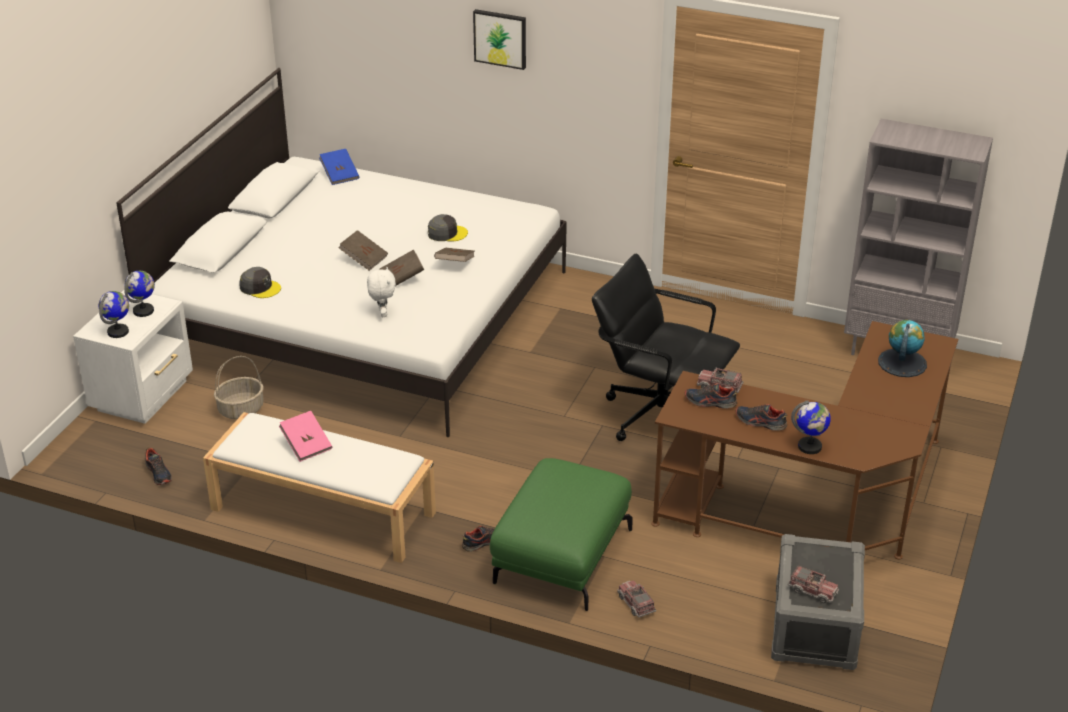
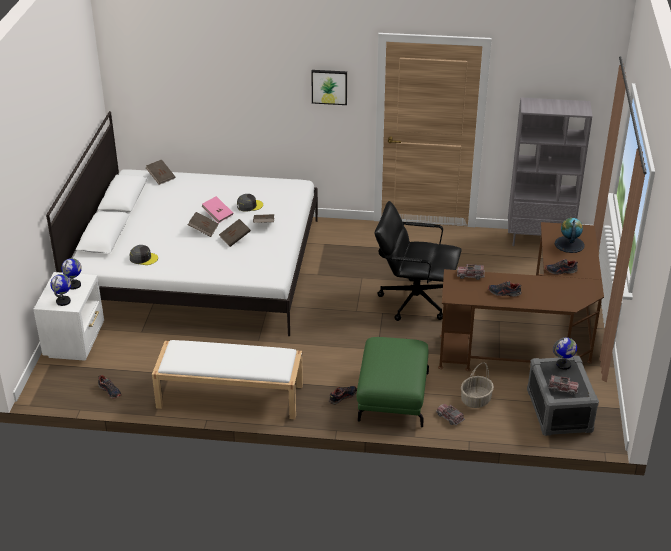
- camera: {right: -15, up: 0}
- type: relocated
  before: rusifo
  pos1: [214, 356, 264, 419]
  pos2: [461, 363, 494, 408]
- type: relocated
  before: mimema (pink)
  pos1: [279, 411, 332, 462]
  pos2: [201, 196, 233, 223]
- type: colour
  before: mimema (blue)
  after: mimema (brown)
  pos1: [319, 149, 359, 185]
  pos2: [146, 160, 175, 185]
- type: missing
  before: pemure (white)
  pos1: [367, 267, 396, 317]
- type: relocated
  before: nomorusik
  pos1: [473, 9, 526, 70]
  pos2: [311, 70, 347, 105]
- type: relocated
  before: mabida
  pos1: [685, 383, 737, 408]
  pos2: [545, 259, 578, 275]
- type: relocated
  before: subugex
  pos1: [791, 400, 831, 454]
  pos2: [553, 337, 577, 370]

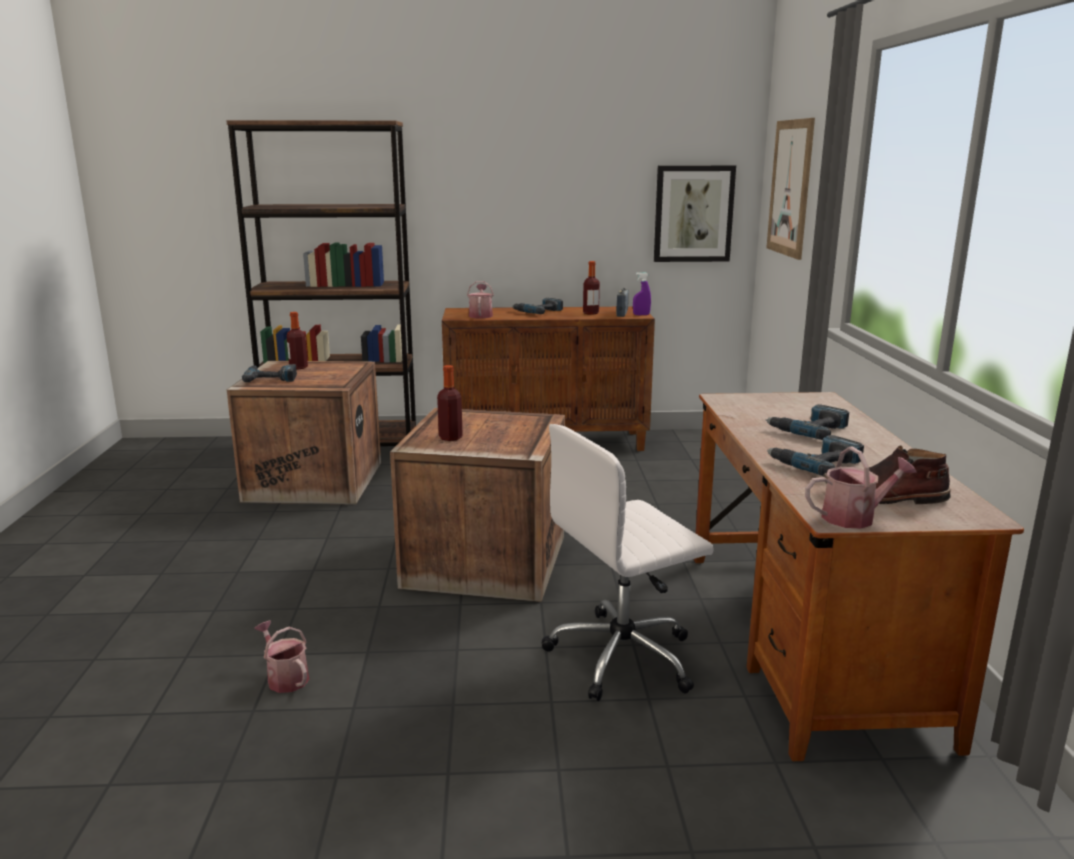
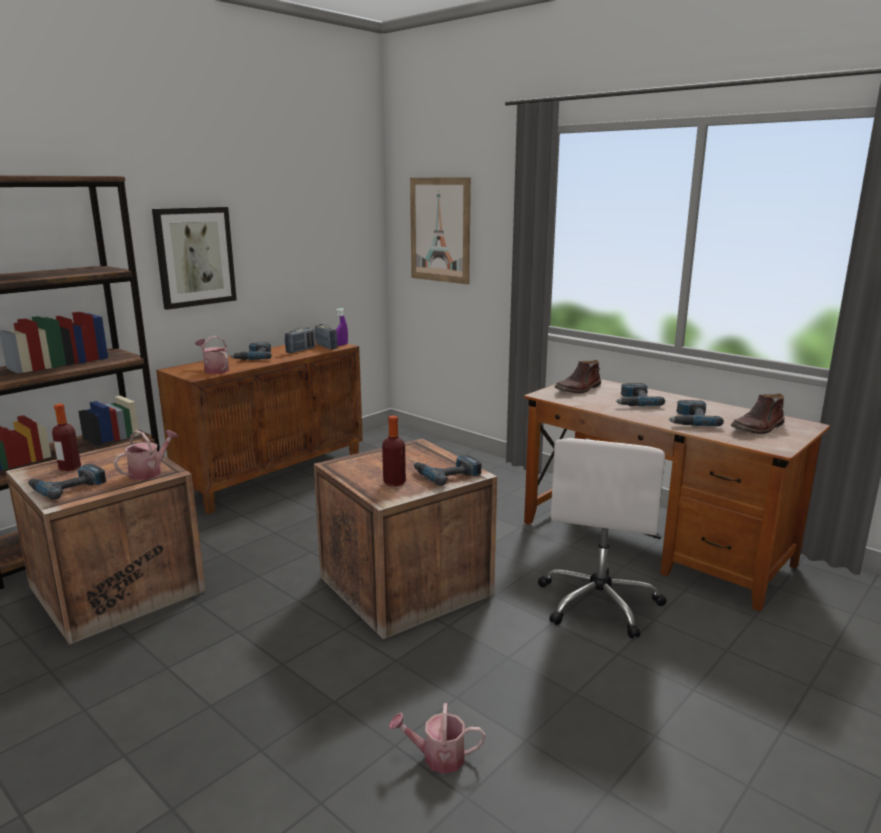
- camera: {right: -45, up: 0}
- type: exchanged
  before: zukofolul
  after: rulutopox
  pos1: [583, 261, 600, 315]
  pos2: [285, 327, 315, 353]
- type: relocated
  before: nomorusik
  pos1: [654, 165, 736, 262]
  pos2: [152, 207, 237, 310]
- type: relocated
  before: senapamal
  pos1: [805, 446, 917, 529]
  pos2: [114, 430, 178, 480]
- type: appeared
  after: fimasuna
  pos2: [414, 454, 481, 486]
- type: appeared
  after: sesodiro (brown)
  pos2: [555, 360, 601, 393]

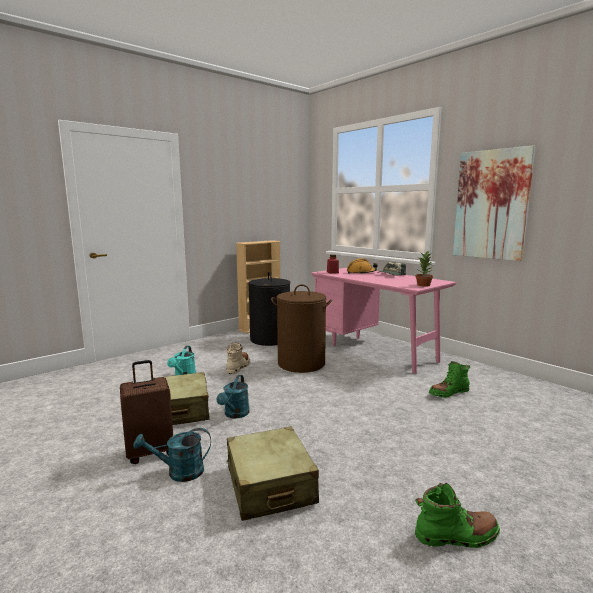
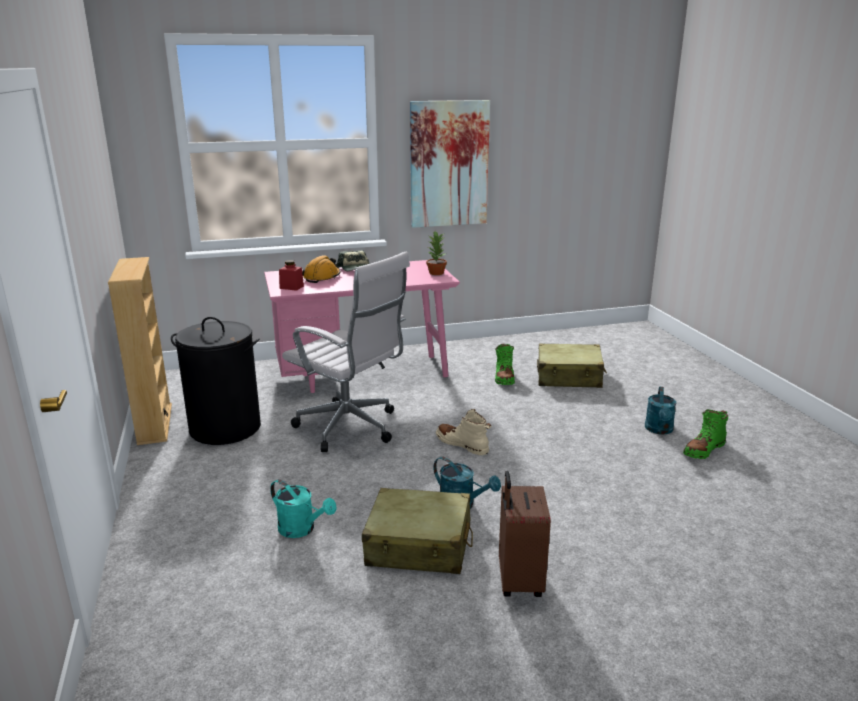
- camera: {right: -65, up: 10}
- type: relocated
  before: senapamal (turquoise)
  pos1: [133, 428, 211, 482]
  pos2: [645, 387, 676, 435]
- type: relocated
  before: sesodiro (beige)
  pos1: [226, 342, 250, 374]
  pos2: [436, 409, 491, 455]
- type: relocated
  before: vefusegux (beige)
  pos1: [227, 426, 319, 521]
  pos2: [537, 344, 607, 388]
- type: exchanged
  before: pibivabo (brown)
  after: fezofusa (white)
  pos1: [271, 284, 332, 373]
  pos2: [282, 251, 410, 452]
- type: spun
  before: sesodiro (green)
  pos1: [415, 483, 500, 548]
  pos2: [683, 409, 728, 459]
  turn: -150

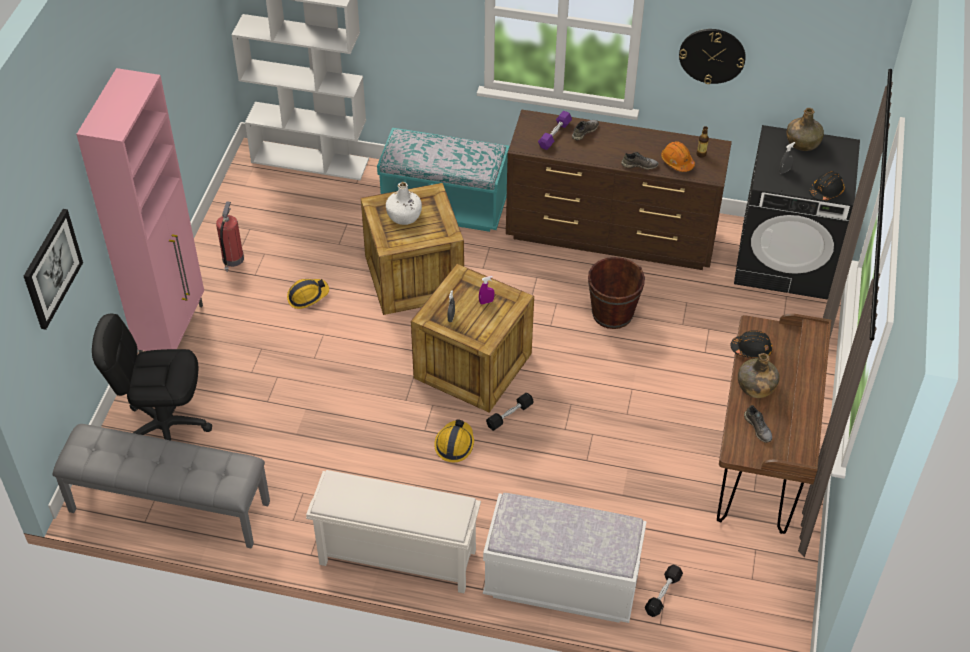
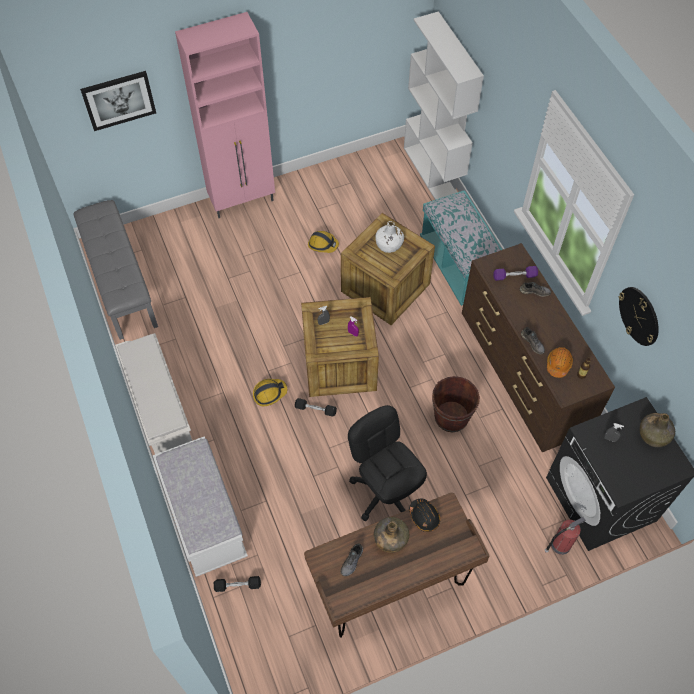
- camera: {right: 55, up: 10}
- type: relocated
  before: fezofusa (black)
  pos1: [92, 313, 212, 440]
  pos2: [348, 405, 427, 521]
- type: relocated
  before: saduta
  pos1: [216, 201, 244, 272]
  pos2: [545, 517, 586, 555]
- type: missing
  before: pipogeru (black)
  pos1: [809, 171, 845, 201]

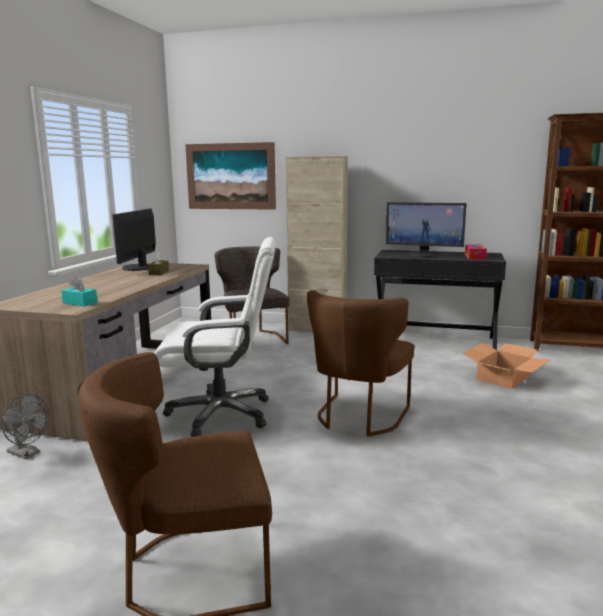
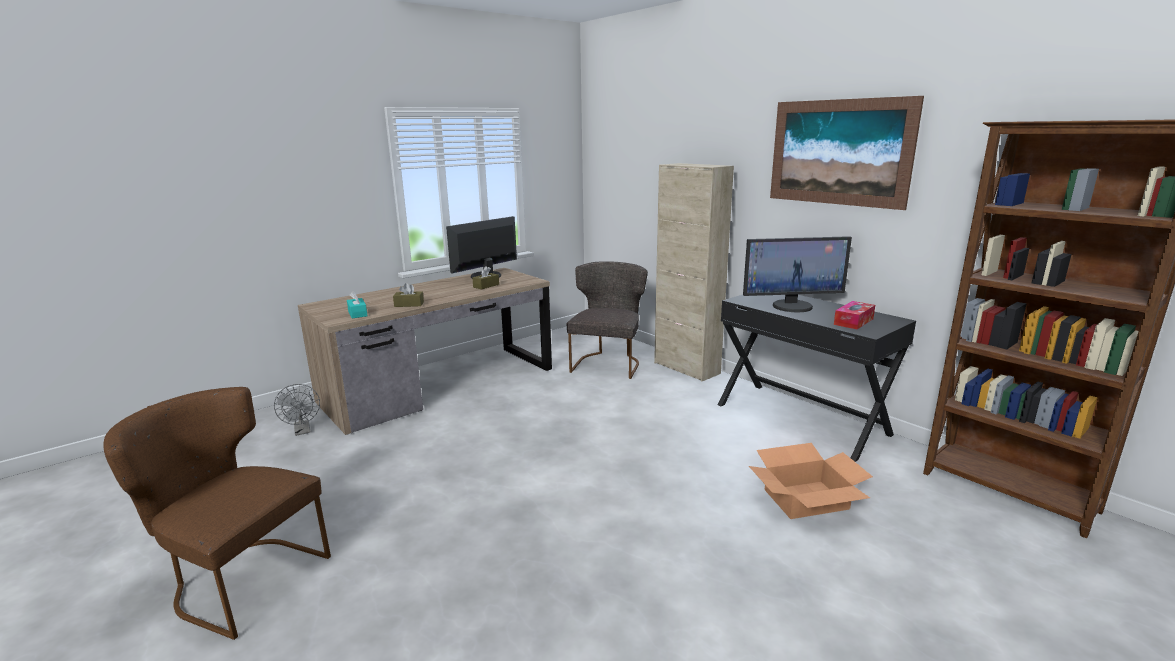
- camera: {right: 35, up: 5}
- type: missing
  before: fezofusa (white)
  pos1: [154, 237, 276, 437]
- type: relocated
  before: nomorusik
  pos1: [185, 142, 276, 210]
  pos2: [770, 96, 924, 210]
- type: missing
  before: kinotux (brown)
  pos1: [307, 290, 415, 437]
- type: spun
  before: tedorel
  pos1: [386, 202, 466, 258]
  pos2: [743, 236, 852, 312]
  turn: -60
- type: appeared
  after: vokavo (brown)
  pos2: [393, 283, 424, 307]

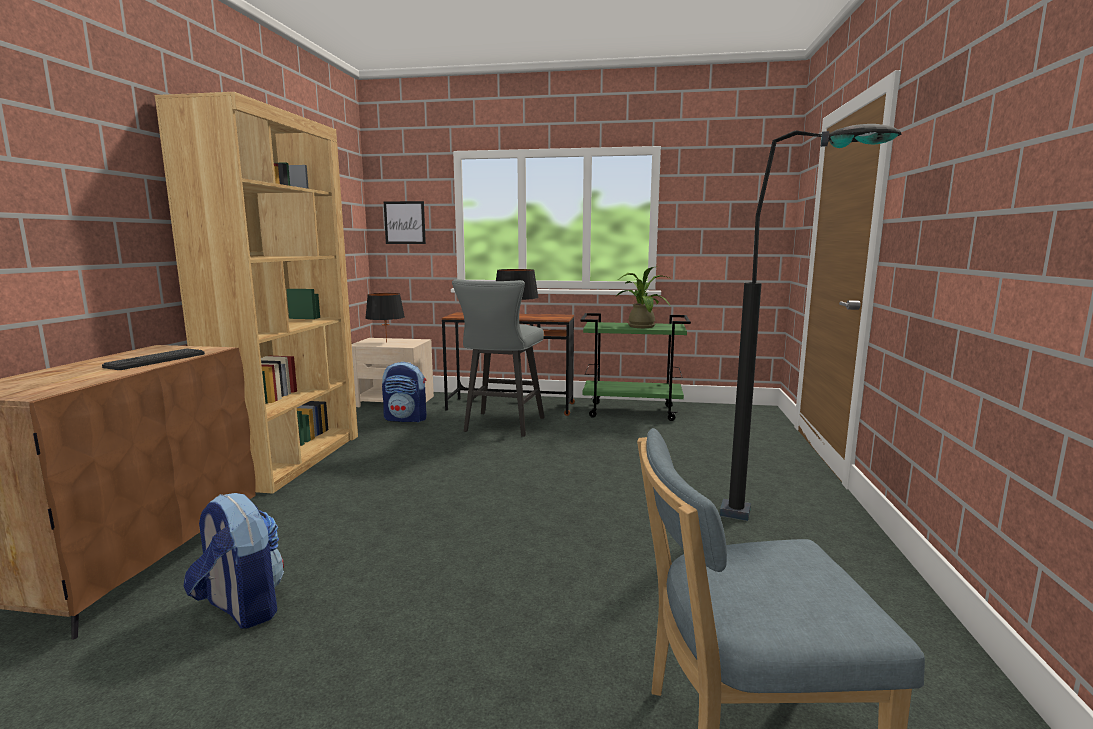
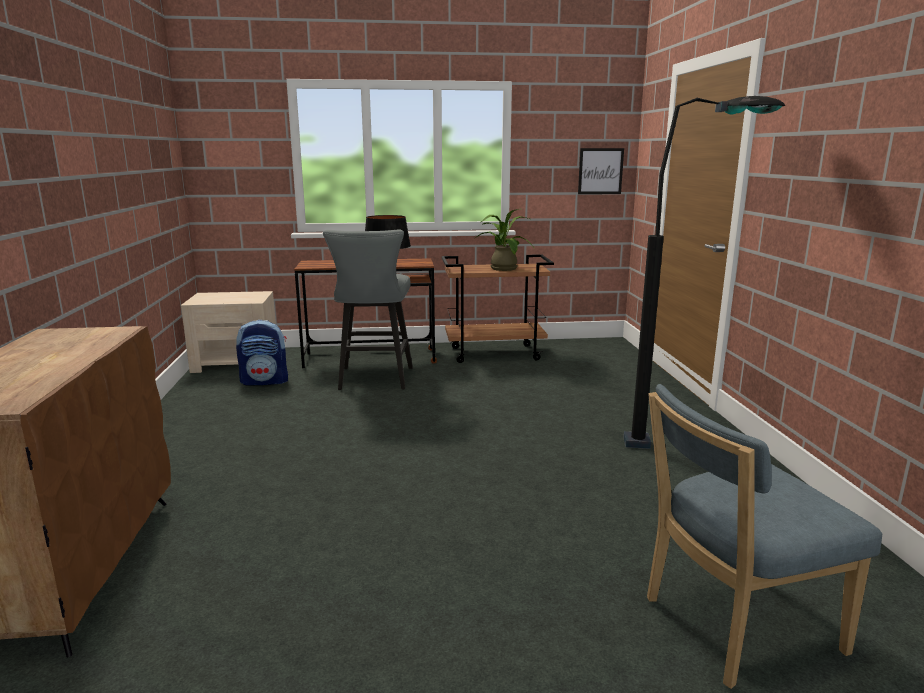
- camera: {right: -15, up: 5}
- type: missing
  before: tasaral
  pos1: [102, 348, 205, 370]
- type: missing
  before: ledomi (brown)
  pos1: [155, 92, 358, 494]
- type: missing
  before: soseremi
  pos1: [184, 493, 284, 629]
- type: missing
  before: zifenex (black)
  pos1: [365, 293, 405, 342]
- type: relocated
  before: nomorusik
  pos1: [384, 201, 426, 244]
  pos2: [578, 148, 624, 194]
- type: colour
  before: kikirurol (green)
  after: kikirurol (brown)
  pos1: [580, 313, 691, 421]
  pos2: [442, 254, 554, 363]

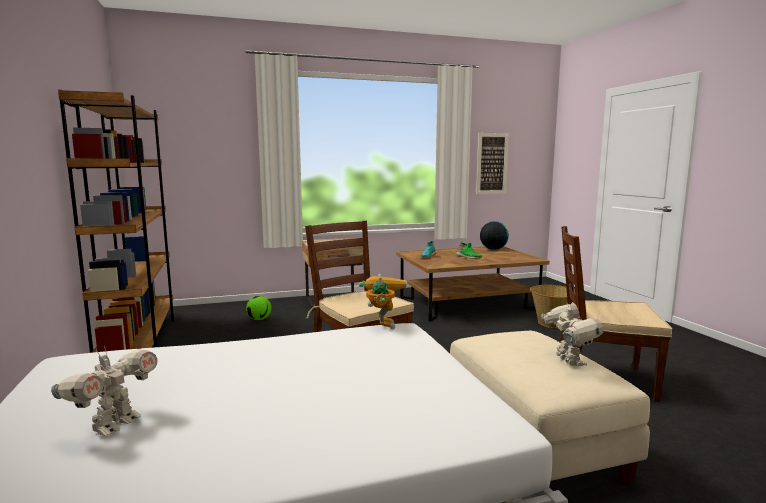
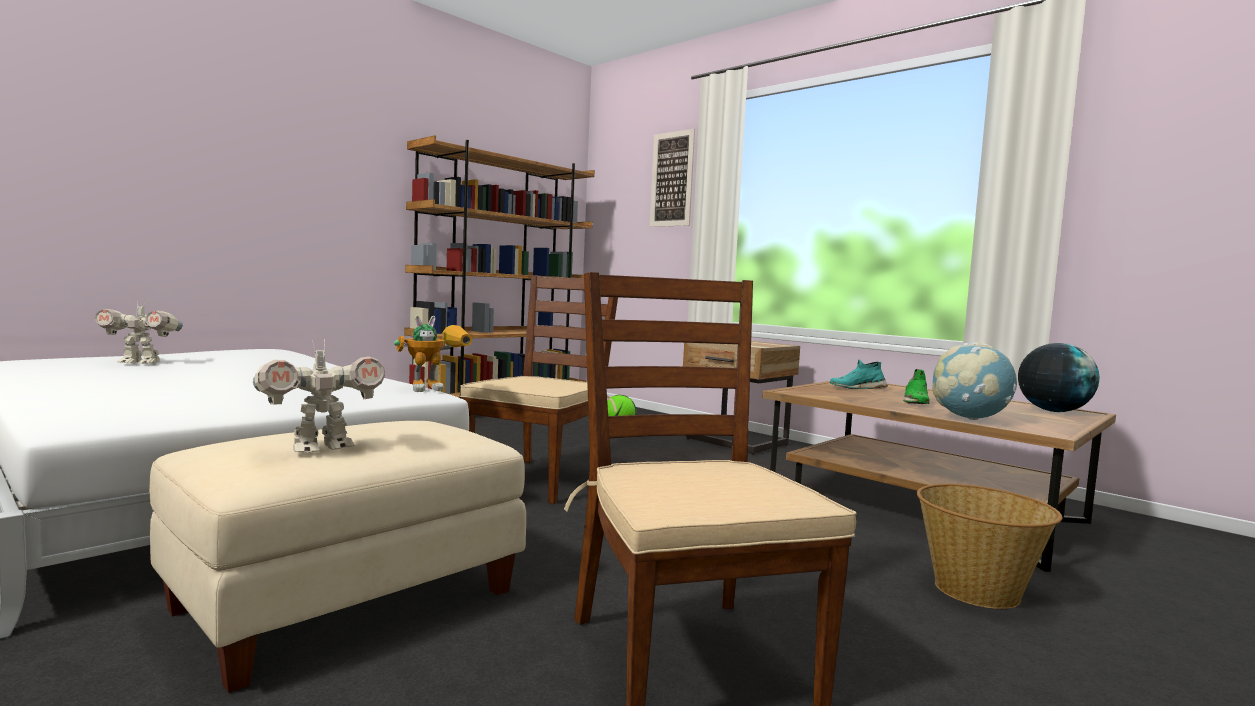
- camera: {right: 60, up: -5}
- type: relocated
  before: nomorusik
  pos1: [476, 133, 509, 194]
  pos2: [650, 129, 695, 227]
- type: appeared
  after: subugex
  pos2: [932, 342, 1017, 420]

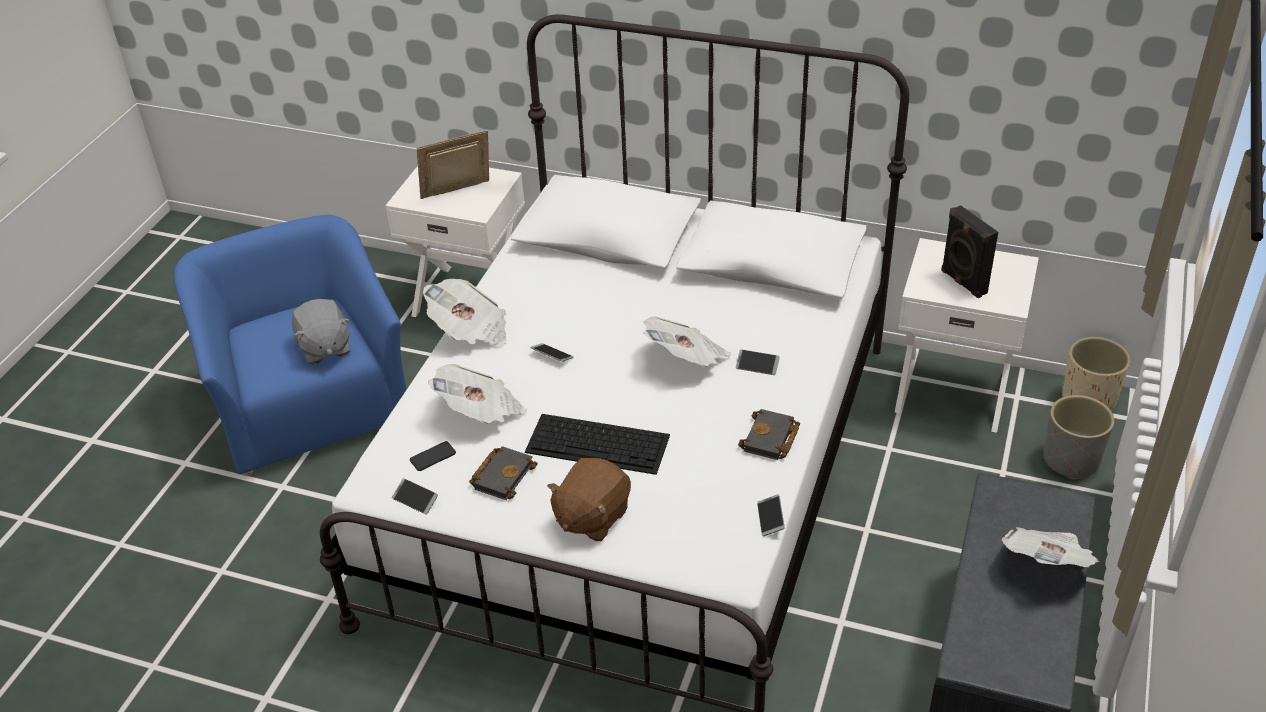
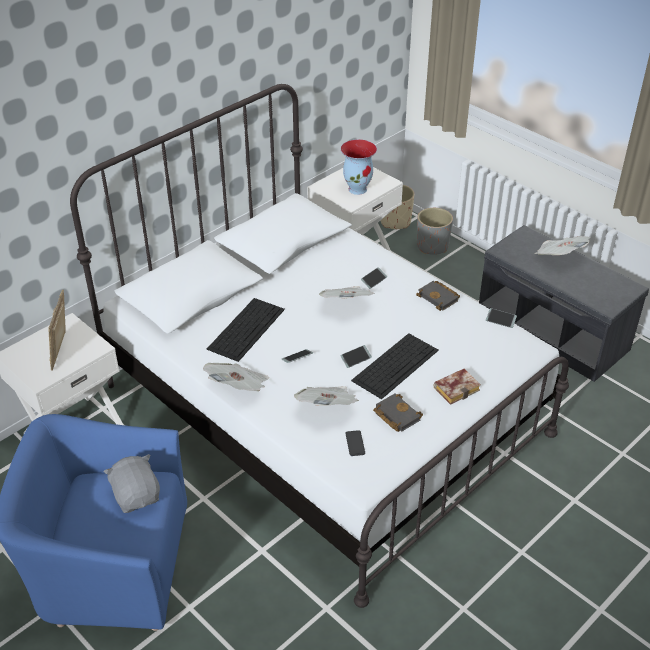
- camera: {right: -65, up: 0}
- type: spun
  before: pemure (grey)
  pos1: [292, 299, 350, 364]
  pos2: [104, 454, 160, 513]
  turn: -120
- type: relocated
  before: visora
  pos1: [392, 478, 438, 514]
  pos2: [340, 345, 372, 368]
- type: exchanged
  before: pemure (brown)
  after: mimema
  pos1: [547, 458, 631, 541]
  pos2: [434, 369, 481, 405]
- type: exchanged
  before: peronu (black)
  after: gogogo
  pos1: [941, 205, 998, 298]
  pos2: [341, 139, 377, 195]
- type: appeared
  after: tasaral
  pos2: [207, 298, 285, 362]

